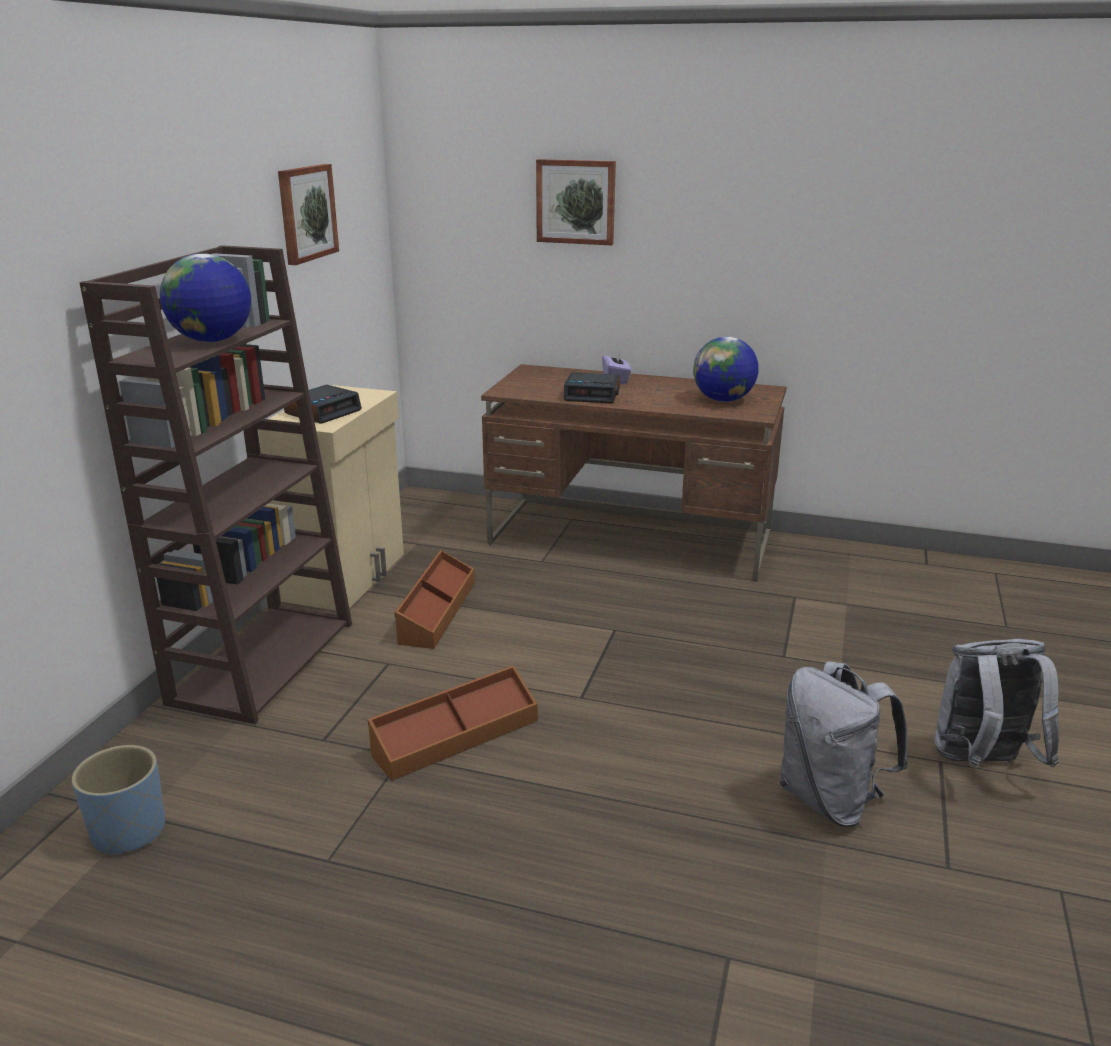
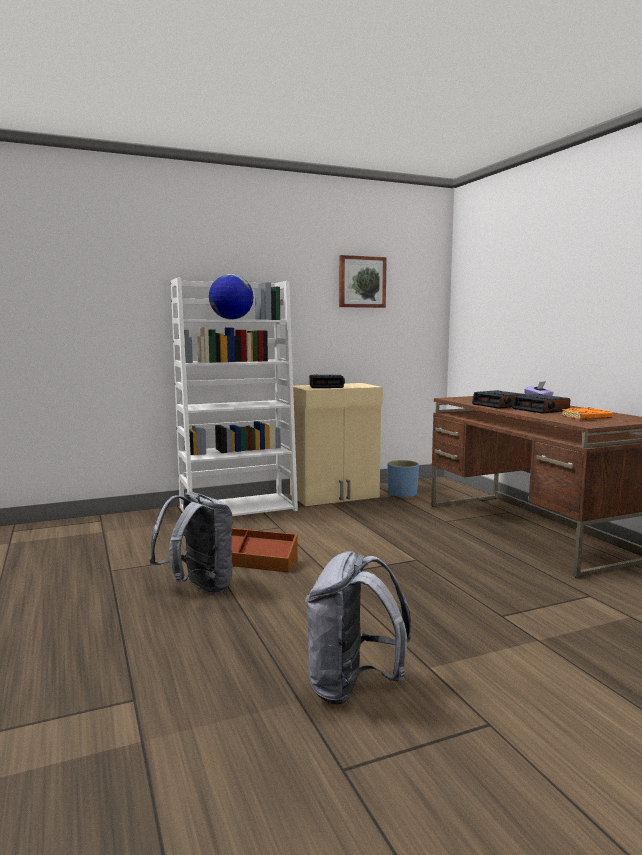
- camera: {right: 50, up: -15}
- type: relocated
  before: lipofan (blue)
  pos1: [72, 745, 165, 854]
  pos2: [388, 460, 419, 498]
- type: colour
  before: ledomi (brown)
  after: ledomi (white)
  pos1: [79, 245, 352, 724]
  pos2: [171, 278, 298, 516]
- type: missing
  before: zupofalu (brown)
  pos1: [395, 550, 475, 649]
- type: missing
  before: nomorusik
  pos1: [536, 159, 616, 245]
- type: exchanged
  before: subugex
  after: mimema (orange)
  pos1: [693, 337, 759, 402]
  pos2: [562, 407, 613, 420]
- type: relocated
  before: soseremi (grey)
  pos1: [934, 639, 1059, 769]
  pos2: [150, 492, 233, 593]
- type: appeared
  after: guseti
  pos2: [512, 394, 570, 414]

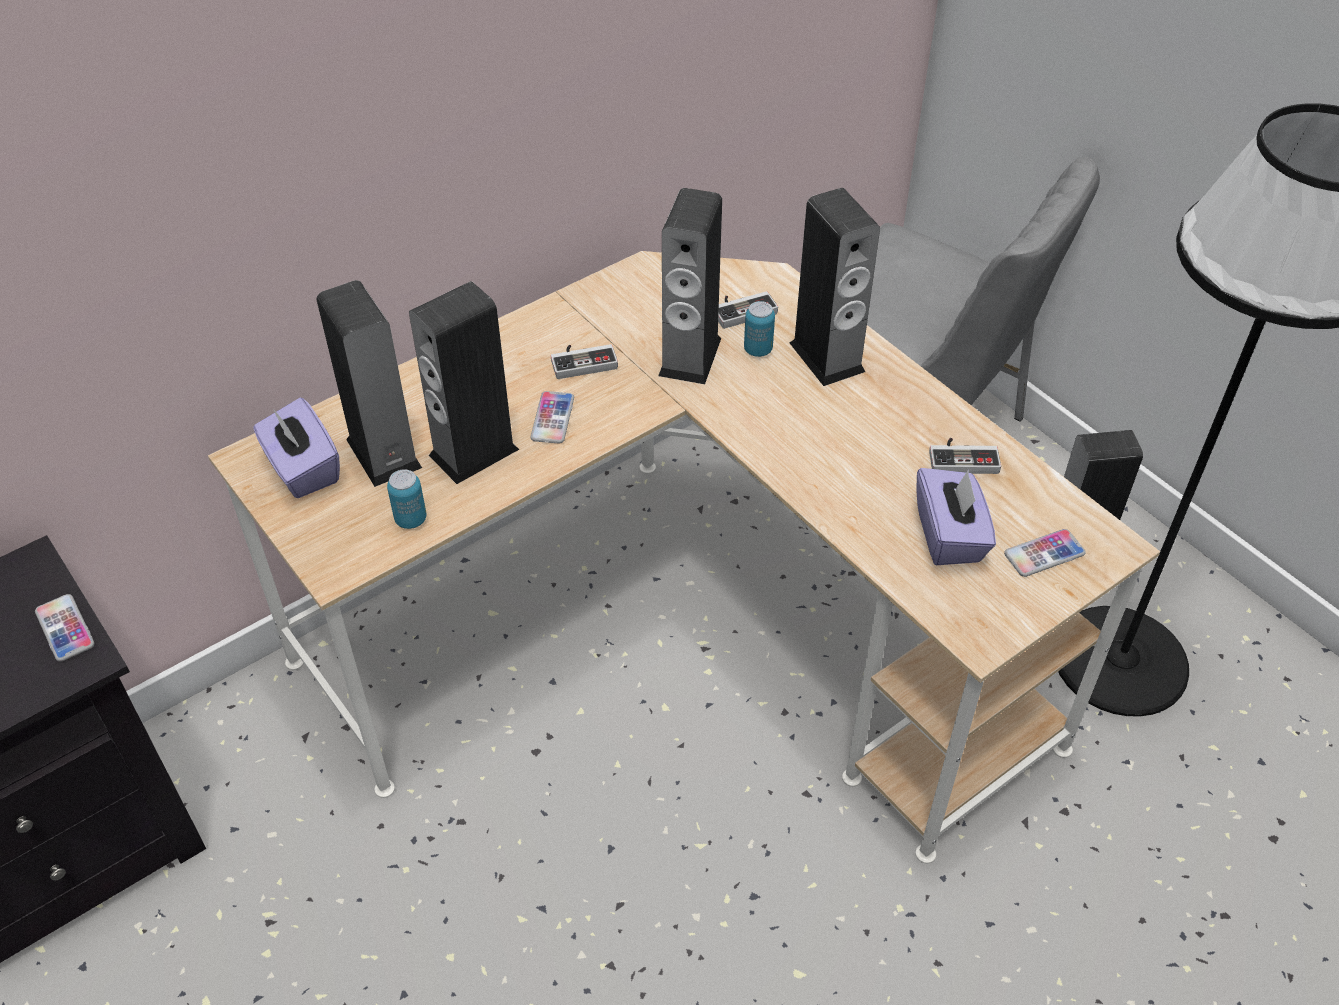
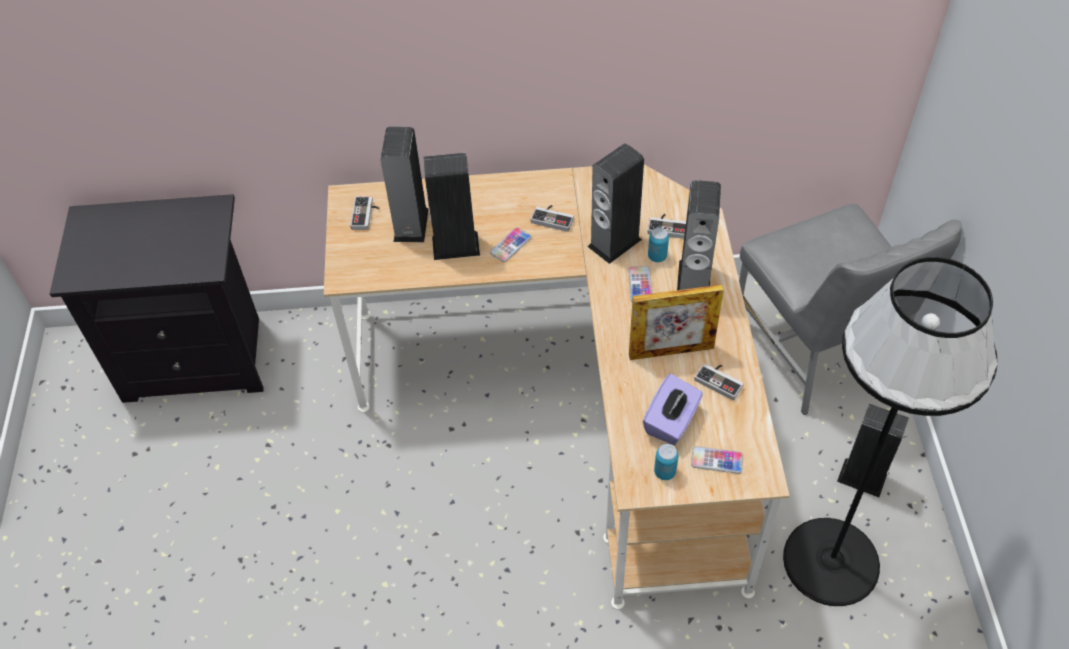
- camera: {right: 35, up: 5}
- type: relocated
  before: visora
  pos1: [35, 594, 94, 662]
  pos2: [628, 266, 652, 302]
- type: exchanged
  before: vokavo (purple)
  after: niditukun
  pos1: [253, 398, 340, 498]
  pos2: [350, 196, 380, 230]
- type: relocated
  before: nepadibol
  pos1: [387, 469, 427, 529]
  pos2: [654, 444, 679, 480]
- type: appeared
  after: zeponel
  pos2: [629, 284, 724, 360]

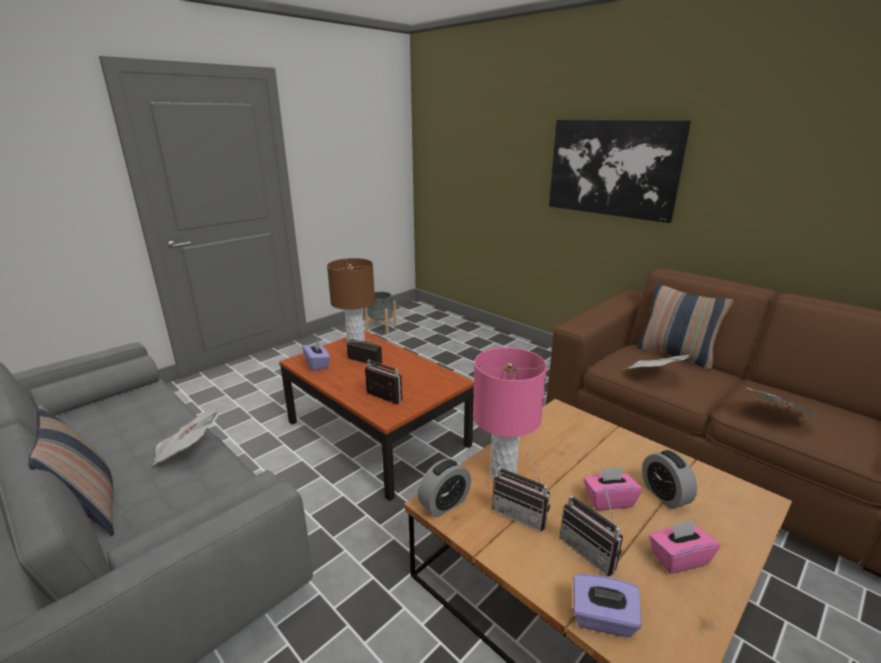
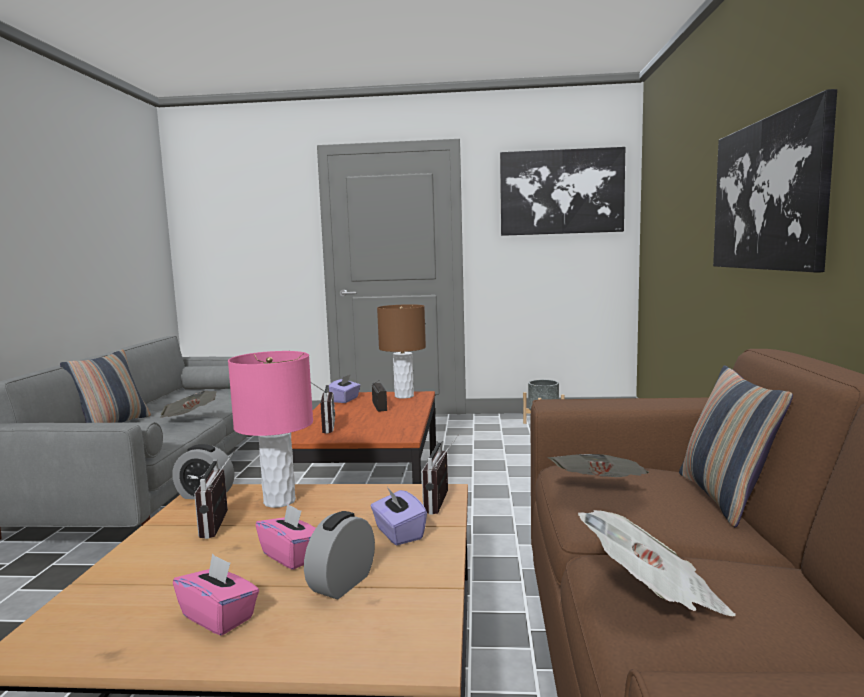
- camera: {right: 50, up: -15}
- type: relocated
  before: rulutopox
  pos1: [559, 485, 623, 577]
  pos2: [422, 434, 459, 515]
- type: relocated
  before: vokavo (purple)
  pos1: [573, 574, 642, 637]
  pos2: [371, 487, 427, 545]
- type: appeared
  after: nomorusik
  pos2: [500, 147, 625, 236]

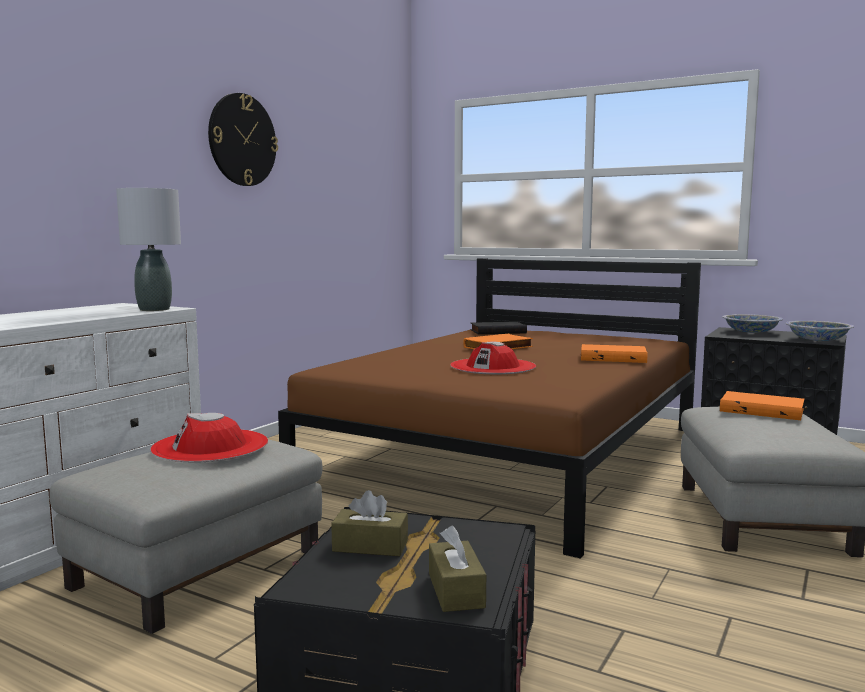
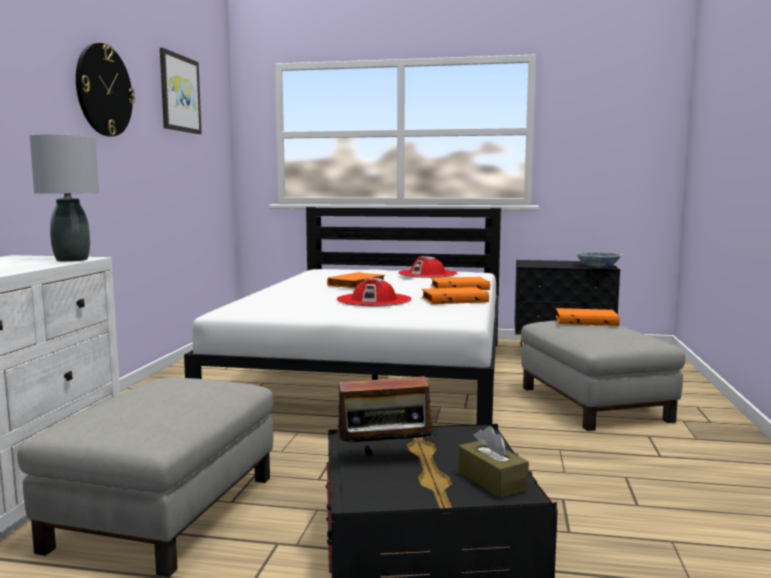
- camera: {right: -20, up: 0}
- type: relocated
  before: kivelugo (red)
  pos1: [150, 413, 268, 463]
  pos2: [398, 256, 457, 278]
- type: colour
  before: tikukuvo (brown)
  after: tikukuvo (white)
  pos1: [278, 258, 701, 559]
  pos2: [184, 207, 501, 424]
- type: exchanged
  before: vokavo (brown)
  after: rulutopox
  pos1: [331, 490, 408, 556]
  pos2: [330, 365, 439, 455]
- type: missing
  before: mimema (black)
  pos1: [470, 322, 527, 335]
- type: missing
  before: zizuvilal
  pos1: [722, 314, 783, 333]
- type: appeared
  after: nomorusik
  pos2: [160, 48, 202, 134]
- type: appeared
  after: mimema (orange)
  pos2: [421, 287, 489, 304]

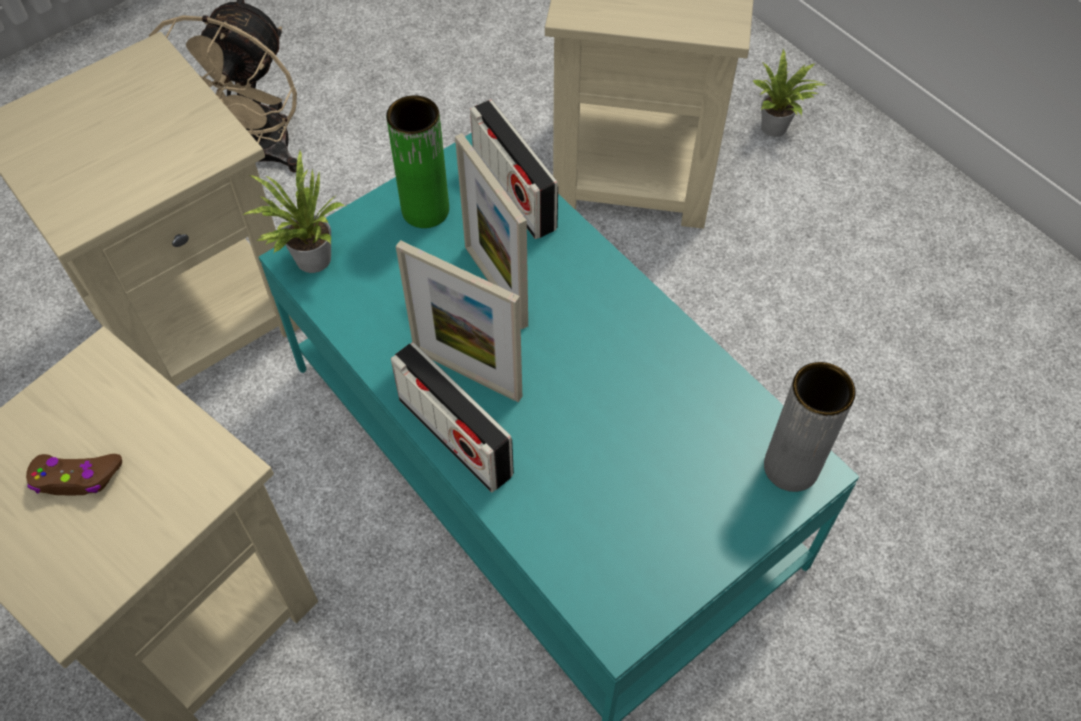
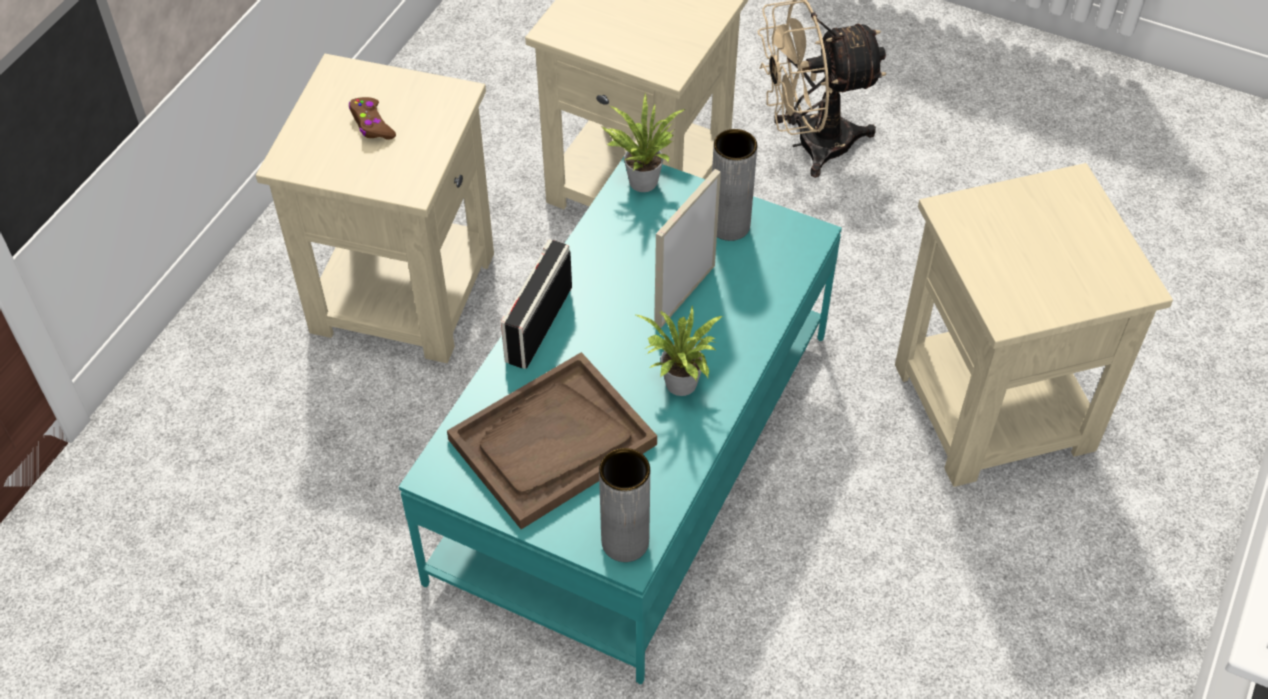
- camera: {right: 65, up: -5}
- type: colour
  before: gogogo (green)
  after: gogogo (grey)
  pos1: [386, 95, 449, 228]
  pos2: [712, 129, 757, 241]
- type: missing
  before: zeponel
  pos1: [396, 240, 522, 402]
- type: missing
  before: rulutopox
  pos1: [470, 100, 558, 239]
- type: relocated
  before: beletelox
  pos1: [753, 49, 826, 137]
  pos2: [636, 306, 722, 396]
- type: appeared
  after: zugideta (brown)
  pos2: [447, 352, 657, 529]

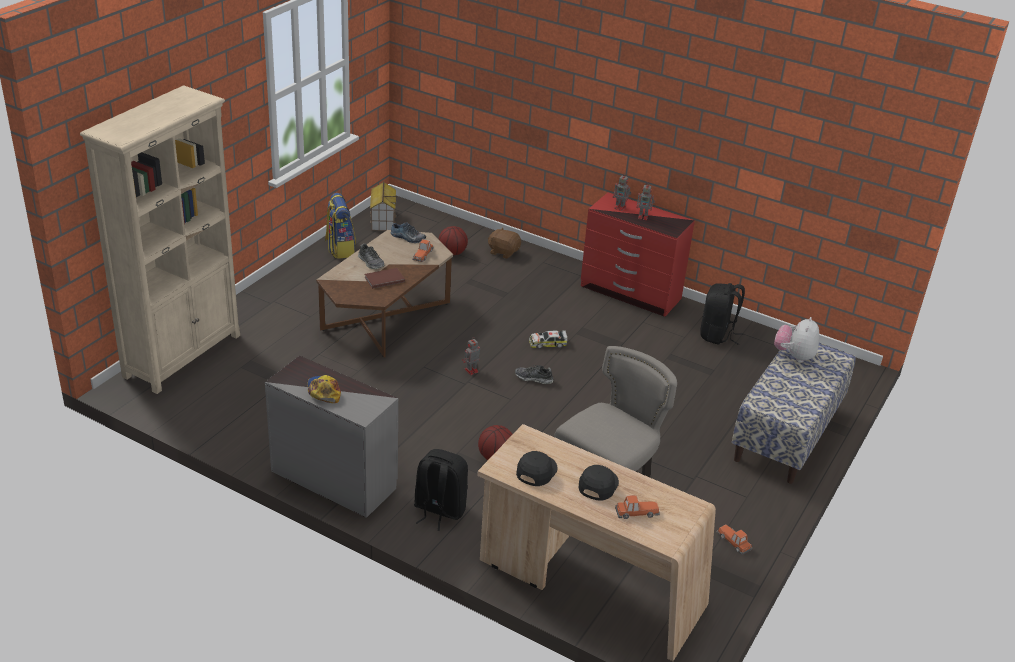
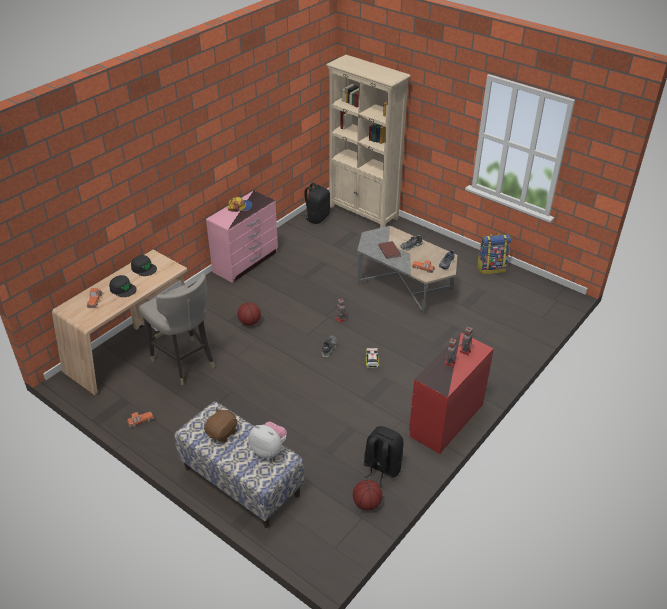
- camera: {right: 100, up: 5}
- type: colour
  before: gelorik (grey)
  after: gelorik (pink)
  pos1: [265, 356, 398, 518]
  pos2: [206, 190, 278, 283]
- type: colour
  before: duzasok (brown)
  after: duzasok (grey)
  pos1: [316, 230, 453, 357]
  pos2: [357, 226, 458, 315]
- type: missing
  before: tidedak
  pos1: [370, 181, 397, 231]
- type: relocated
  before: soseremi (black)
  pos1: [414, 449, 468, 531]
  pos2: [302, 183, 330, 224]
- type: relocated
  before: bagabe
  pos1: [439, 226, 468, 255]
  pos2: [353, 480, 383, 510]
- type: relocated
  before: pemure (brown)
  pos1: [488, 227, 521, 259]
  pos2: [204, 408, 237, 443]

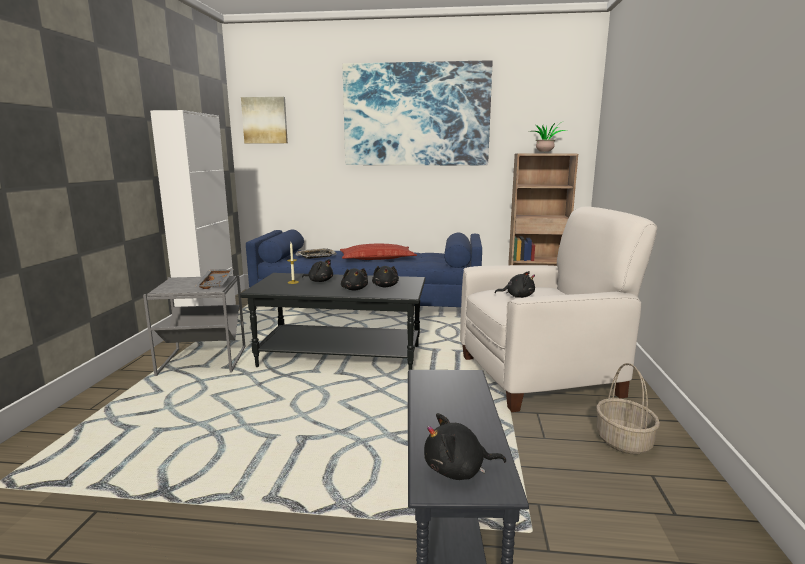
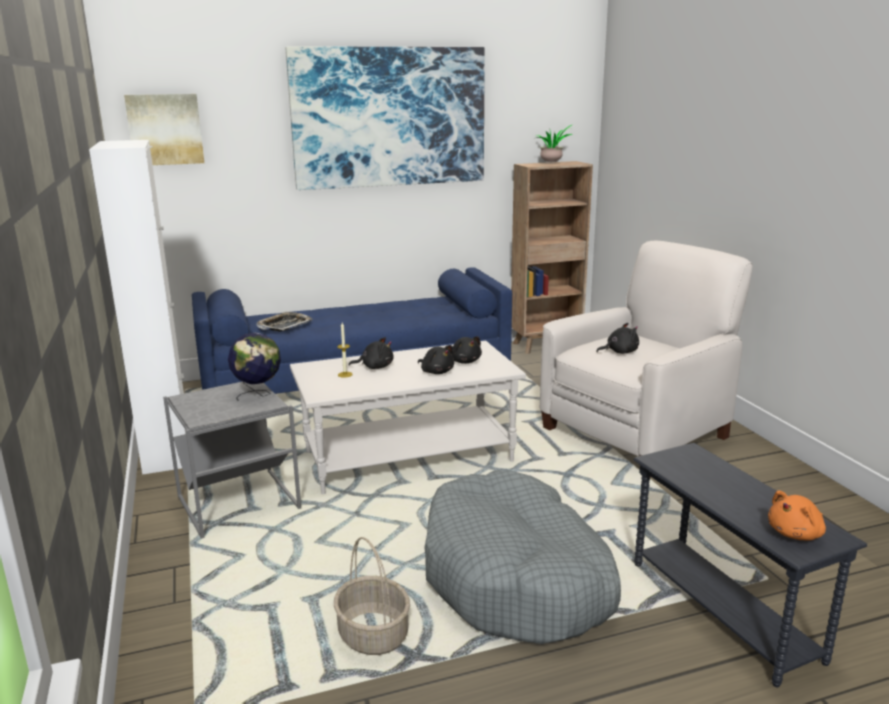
- camera: {right: -25, up: 5}
- type: exchanged
  before: zugideta (grey)
  after: subugex
  pos1: [196, 269, 234, 289]
  pos2: [228, 333, 281, 401]
- type: colour
  before: duzasok (black)
  after: duzasok (white)
  pos1: [240, 273, 425, 370]
  pos2: [290, 341, 526, 494]
- type: missing
  before: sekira
  pos1: [340, 243, 417, 260]
- type: colour
  before: pemure (black)
  after: pemure (orange)
  pos1: [424, 413, 506, 480]
  pos2: [768, 491, 826, 540]
- type: relocated
  before: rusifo
  pos1: [596, 363, 660, 455]
  pos2: [334, 537, 410, 655]
- type: appeared
  after: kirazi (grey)
  pos2: [424, 470, 621, 644]

